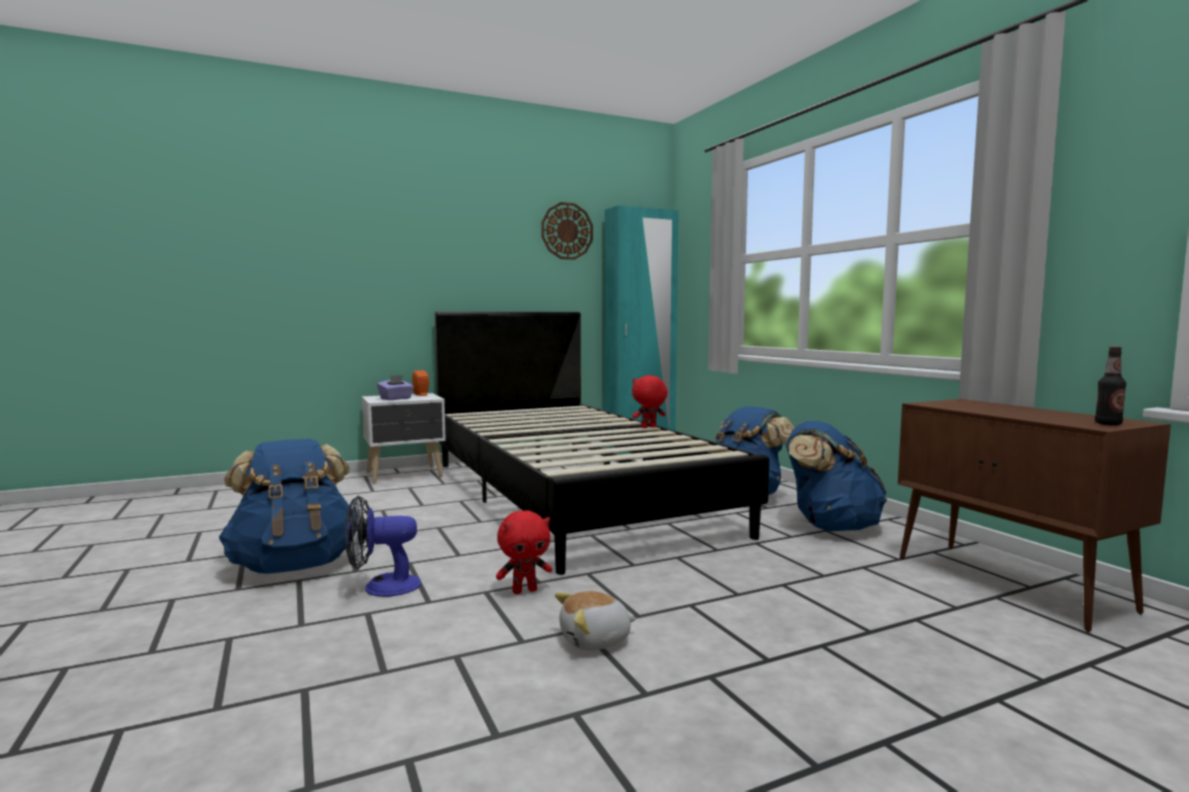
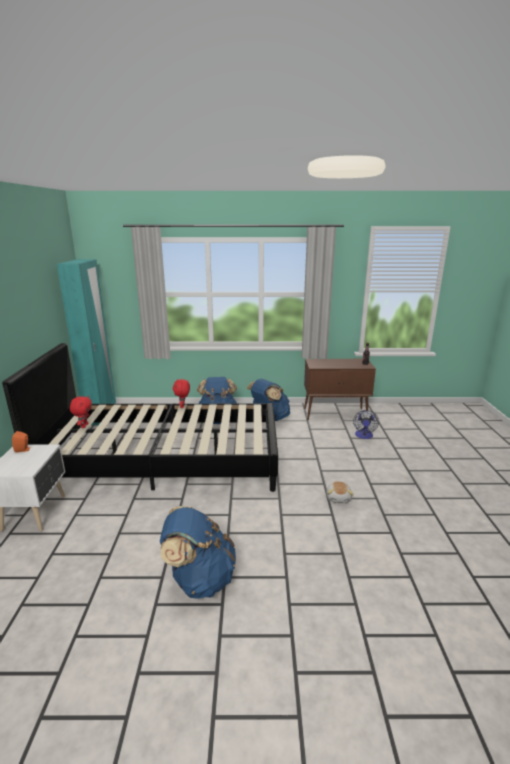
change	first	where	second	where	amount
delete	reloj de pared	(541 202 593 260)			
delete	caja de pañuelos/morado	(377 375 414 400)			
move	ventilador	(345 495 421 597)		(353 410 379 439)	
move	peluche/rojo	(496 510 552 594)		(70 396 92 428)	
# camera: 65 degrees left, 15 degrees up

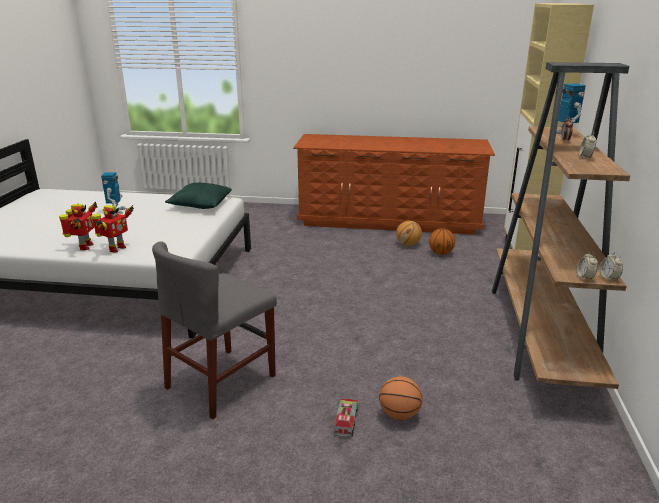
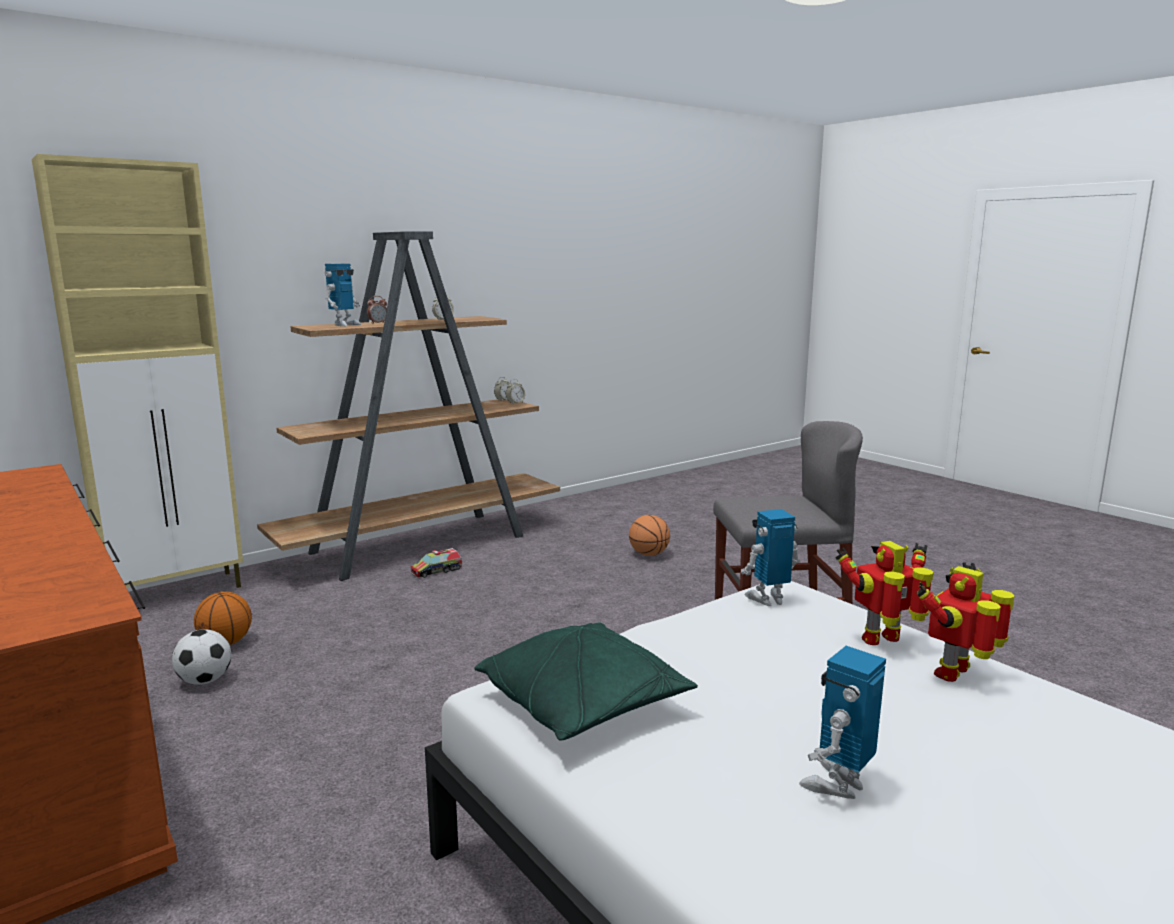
change	first	where	second	where	amount
replace	balón de baloncesto	(396 221 422 246)	balón de fútbol	(172 629 231 685)	
move	camión de juguete	(334 399 358 438)		(411 548 462 578)	
insert			robot de juguete	(741 509 800 606)	
# camera: 135 degrees left, 10 degrees down

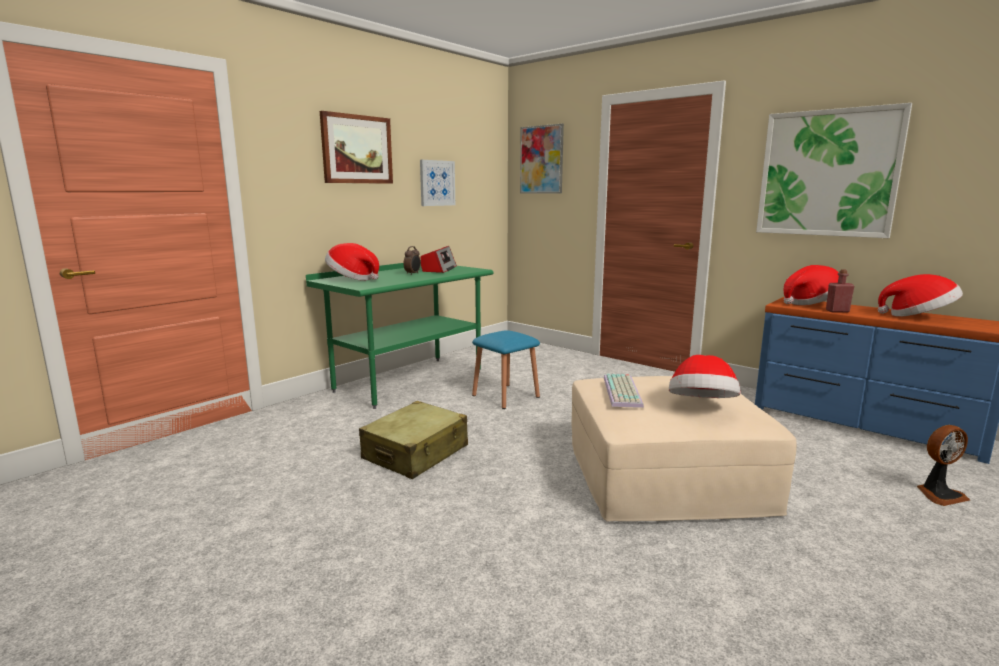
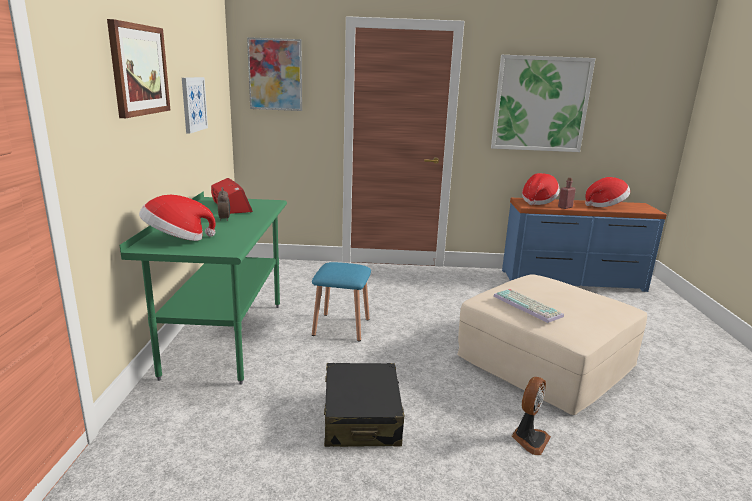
change	first	where	second	where	amount
delete	sombrero	(669 355 740 398)			
recolor	maleta/beis	(359 401 468 479)	maleta/negro	(324 363 405 447)	
move	ventilador	(917 425 970 506)		(512 377 551 455)	
# camera: 40 degrees left, 5 degrees up

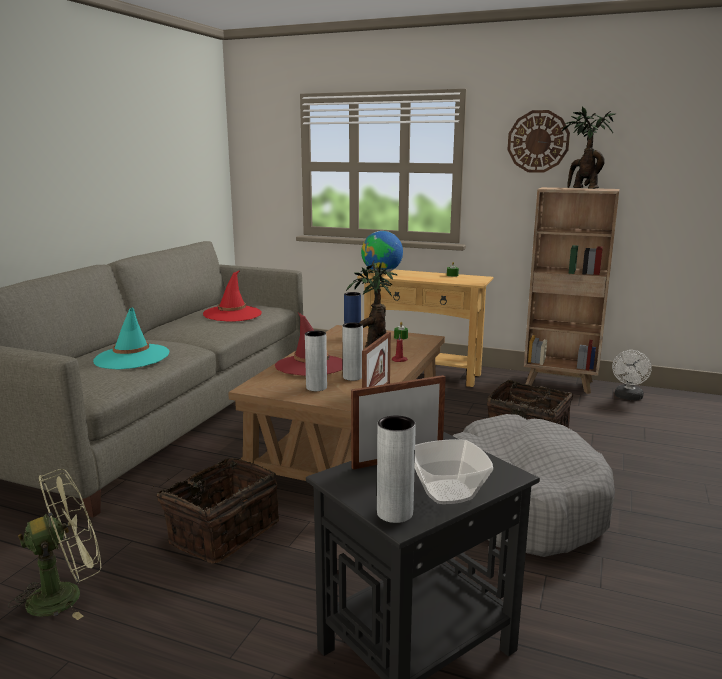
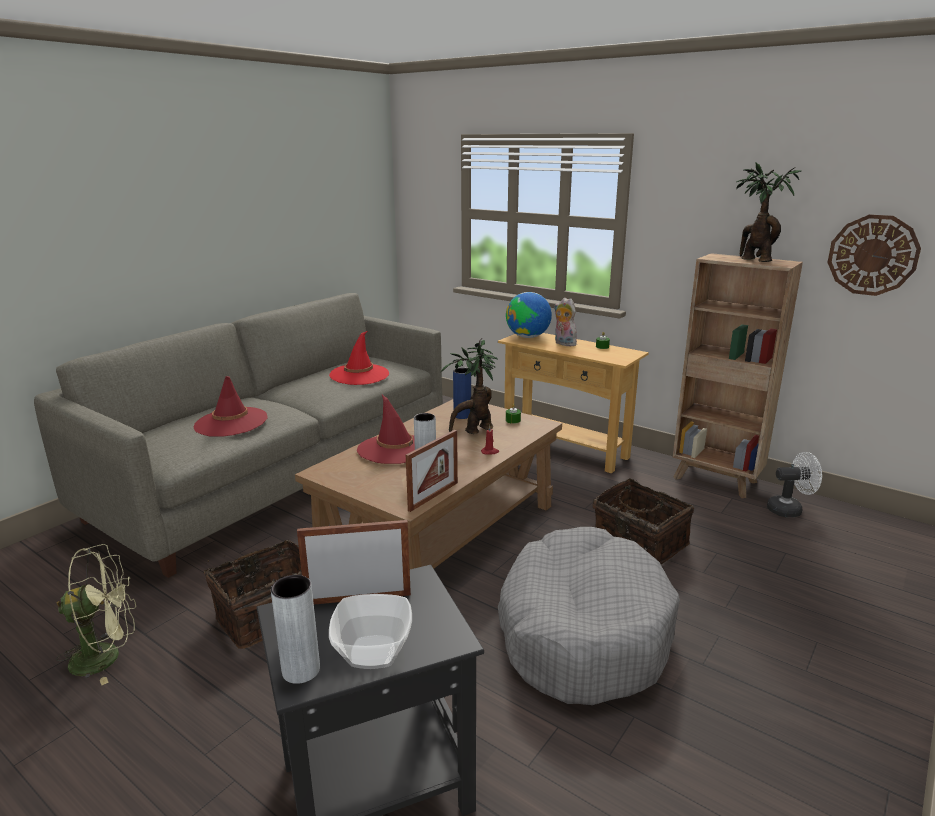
change	first	where	second	where	amount
move	reloj de pared	(507 110 570 173)		(827 215 921 296)	
recolor	sombrero/turquesa	(93 307 170 370)	sombrero/rojo	(194 376 267 437)	
delete	florero/gris	(305 331 327 391)			
rotate	ventilador/blanco	(612 350 652 401)		(767 452 822 517)	135 degrees counterclockwise
insert			peluche	(554 298 577 346)	
# camera: 15 degrees right, 5 degrees up

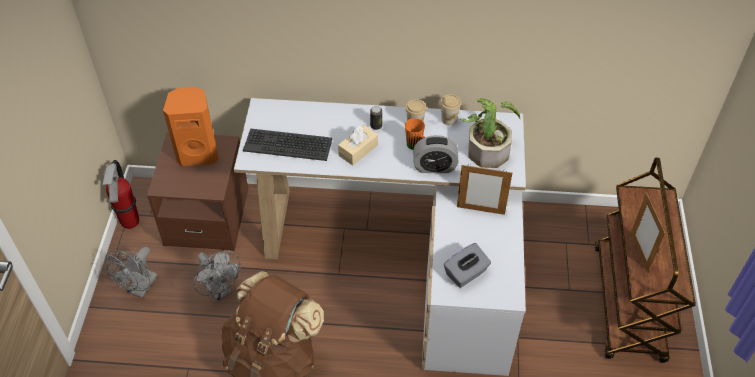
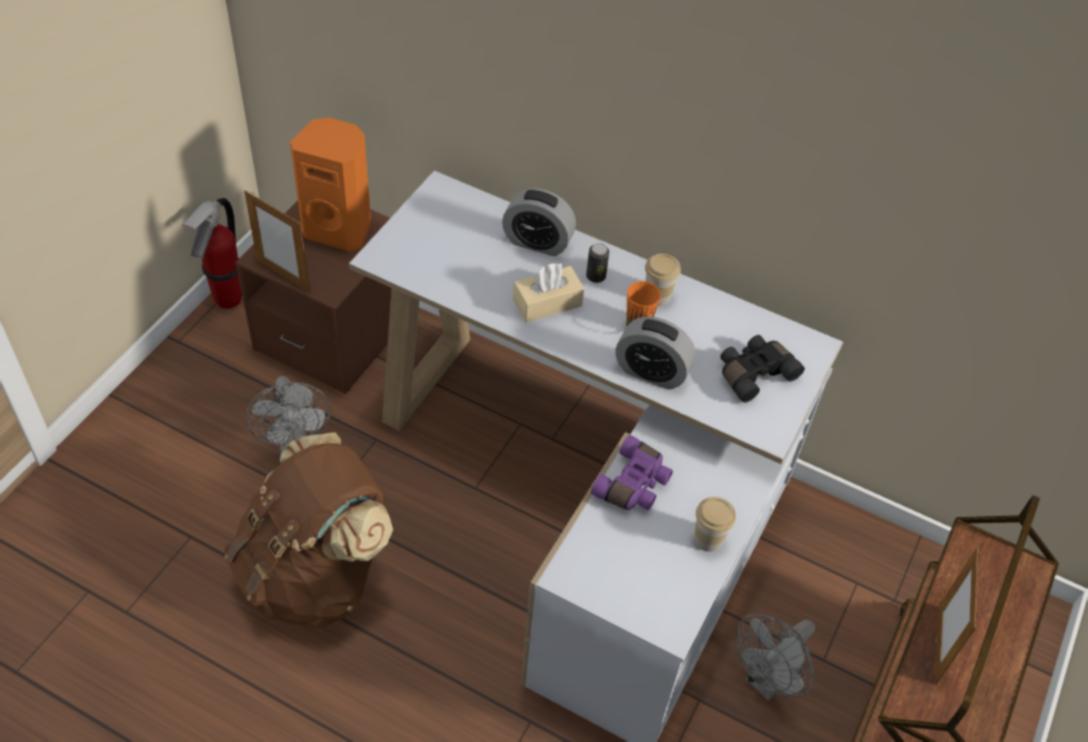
change	first	where	second	where	amount
move	taza	(440 94 461 125)		(694 497 736 552)	
replace	planta en maceta	(460 98 521 168)	prismáticos/negro	(720 335 805 403)	
delete	teclado	(243 128 333 161)			
move	portarretratos	(457 164 512 215)		(244 191 310 292)	
delete	caja de pañuelos/gris	(444 243 491 288)			
move	ventilador/gris	(105 247 158 298)		(737 613 815 701)	
insert			despertador	(502 188 576 256)	
insert			prismáticos/morado	(591 435 673 510)	
# camera: 20 degrees right, 0 degrees up

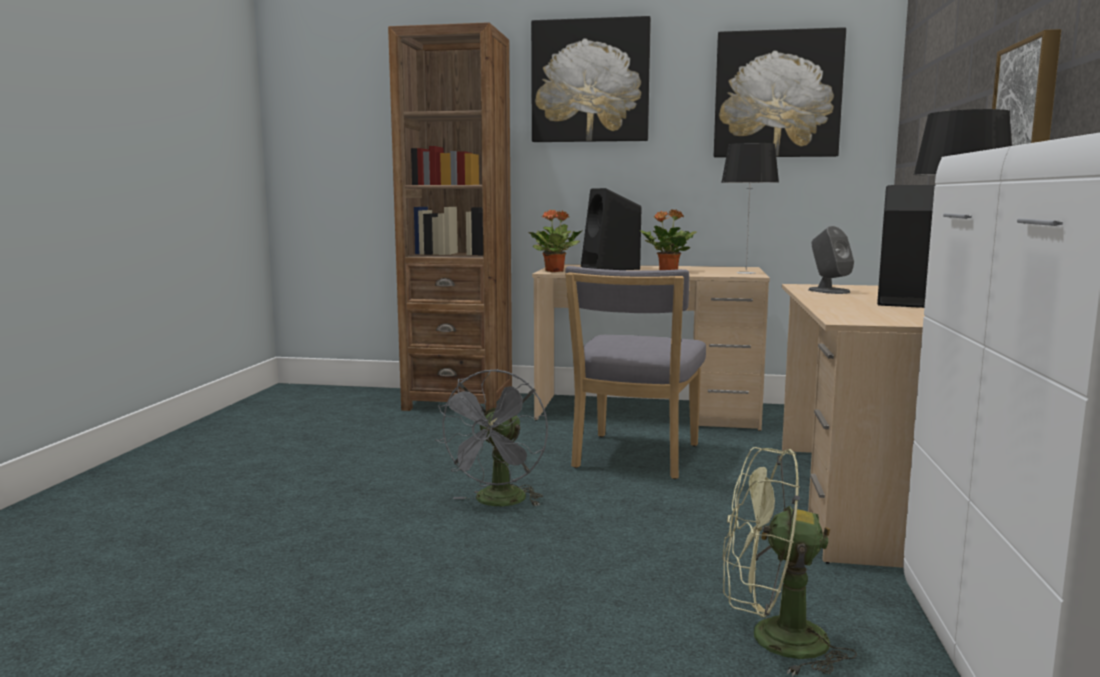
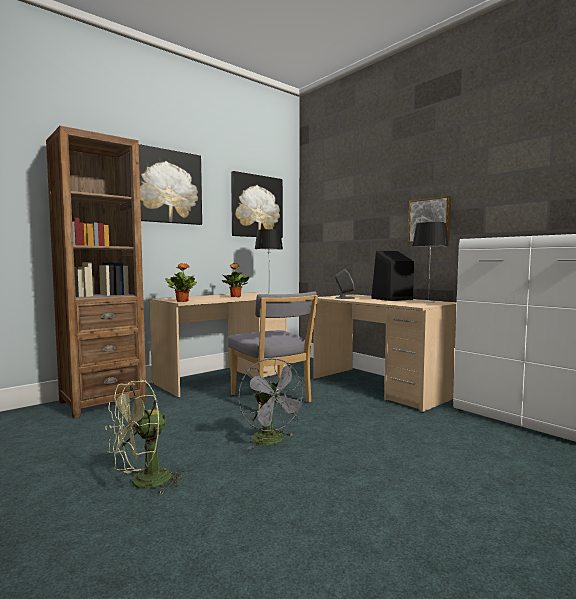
change	first	where	second	where	amount
delete	altavoz/negro	(581 188 641 270)			
move	ventilador/verde	(723 447 857 676)		(105 380 185 495)	
# camera: 50 degrees left, 5 degrees down

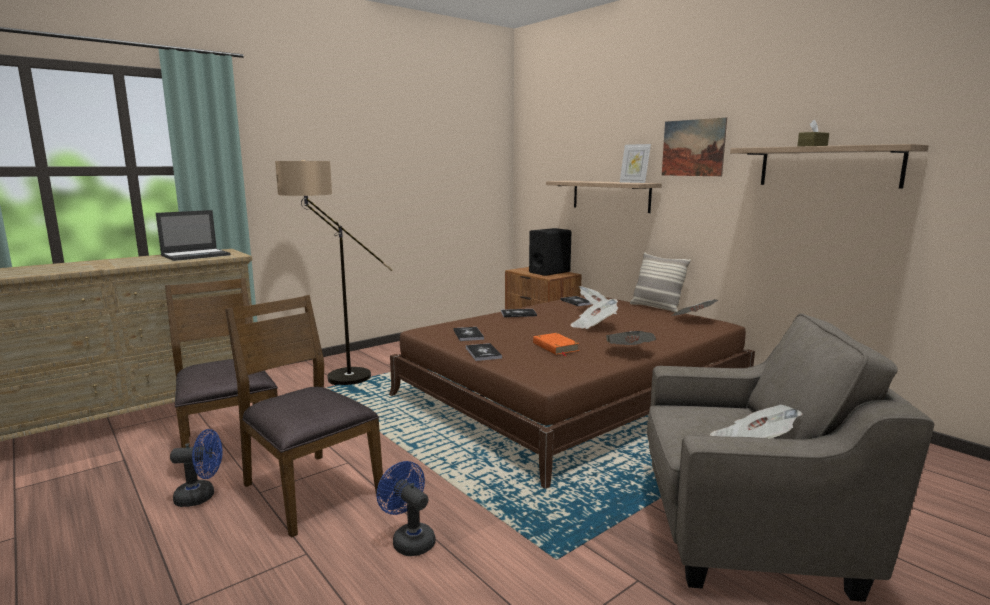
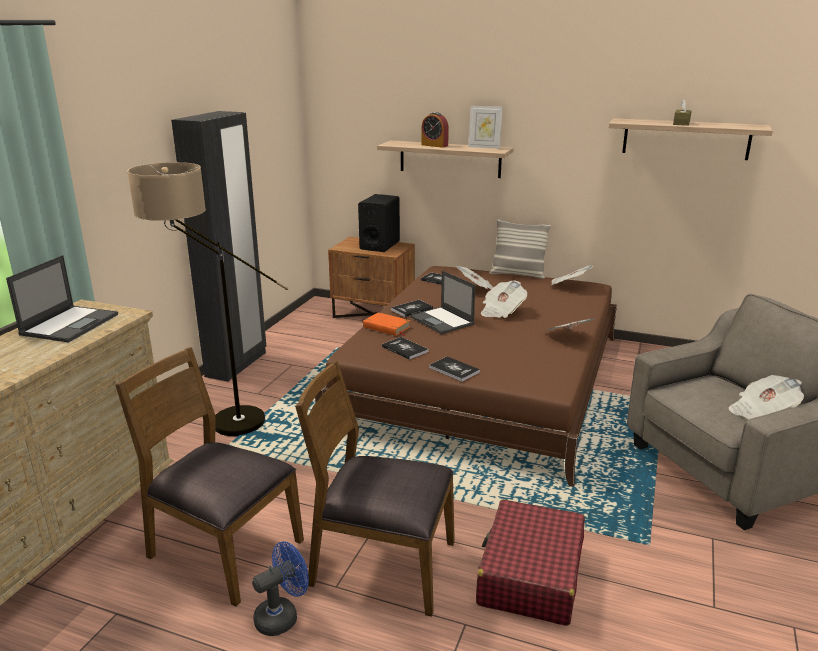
change	first	where	second	where	amount
delete	cuadro	(662 117 727 176)			
move	libro/naranja	(533 333 580 356)		(363 312 410 336)	
replace	ventilador/azul	(376 461 435 556)	maleta/rojo	(476 499 585 626)	
insert			armario ropero/negro	(171 111 266 382)	
insert			despertador	(421 112 449 148)	
insert			portátil	(410 271 475 334)	
# camera: 30 degrees left, 10 degrees up

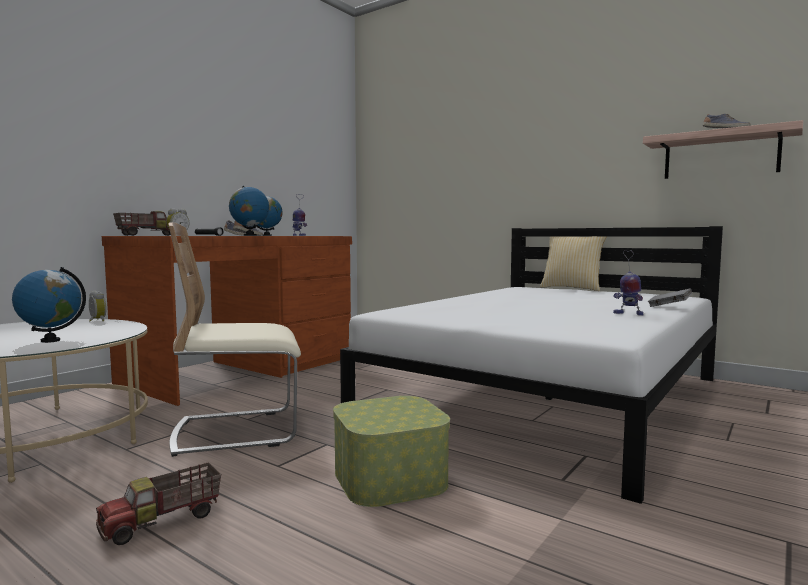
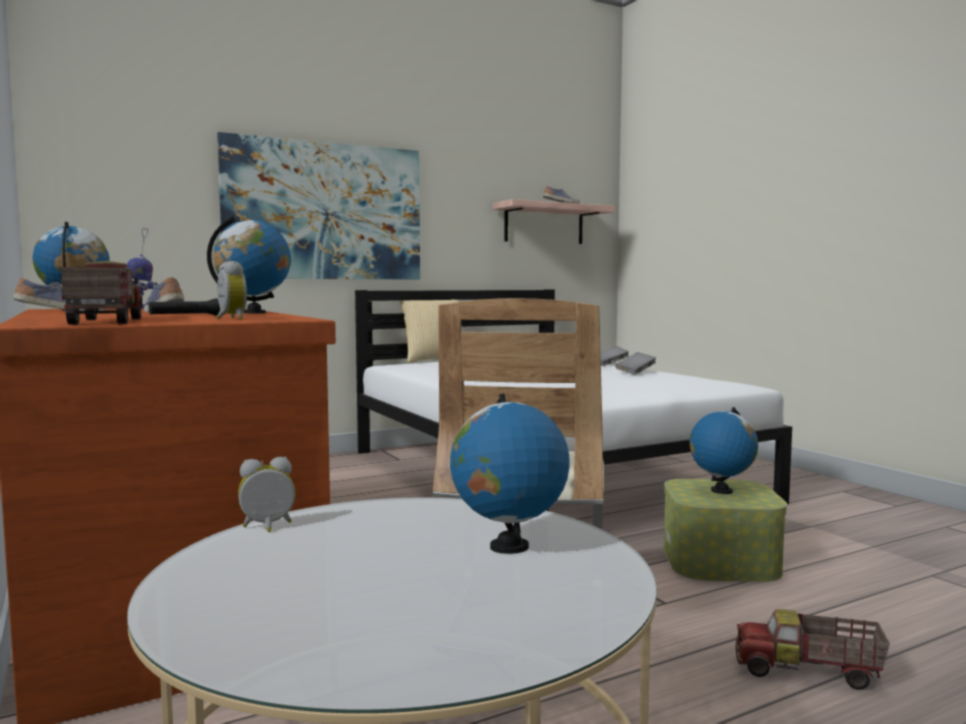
change	first	where	second	where	amount
replace	robot de juguete	(613 250 643 315)	libro/gris	(616 352 656 375)	
rotate	camión de juguete	(96 462 221 545)		(735 609 890 690)	120 degrees clockwise
insert			cuadro	(217 132 420 279)	
insert			globo terráqueo	(690 407 758 494)	
# camera: 65 degrees left, 0 degrees up

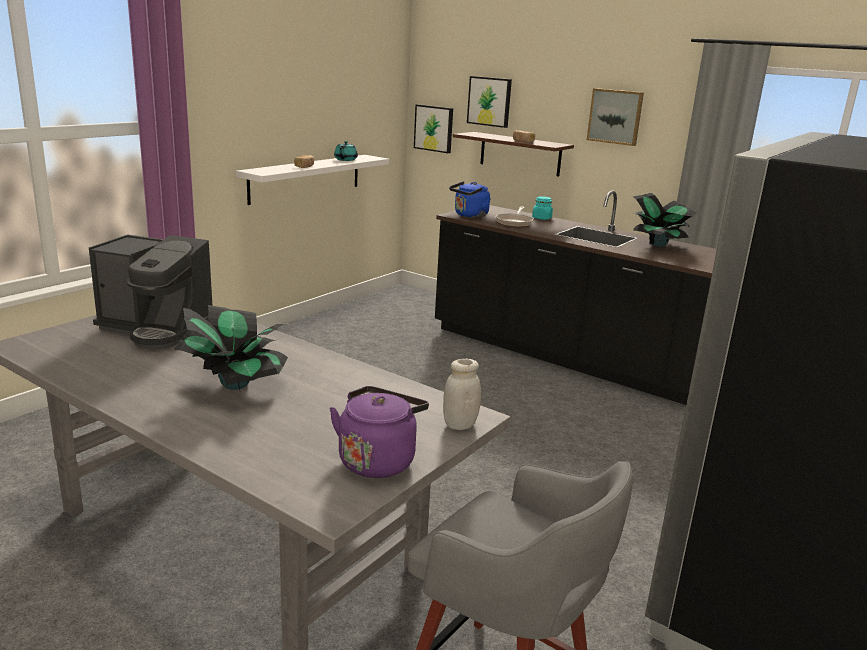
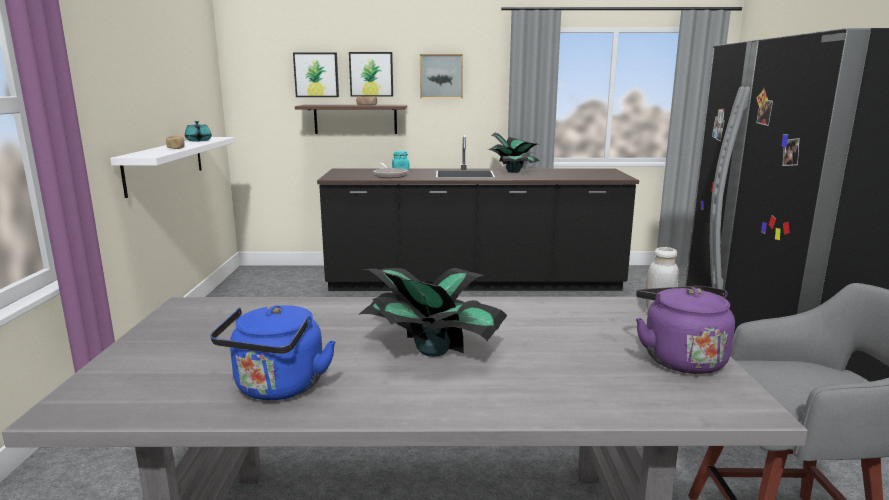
change	first	where	second	where	amount
move	cuadro	(414 104 453 153)		(349 52 393 97)	
move	hervidor/azul	(449 182 490 218)		(210 305 336 400)	
delete	cafetera	(89 234 212 350)			
# camera: 35 degrees left, 5 degrees down

